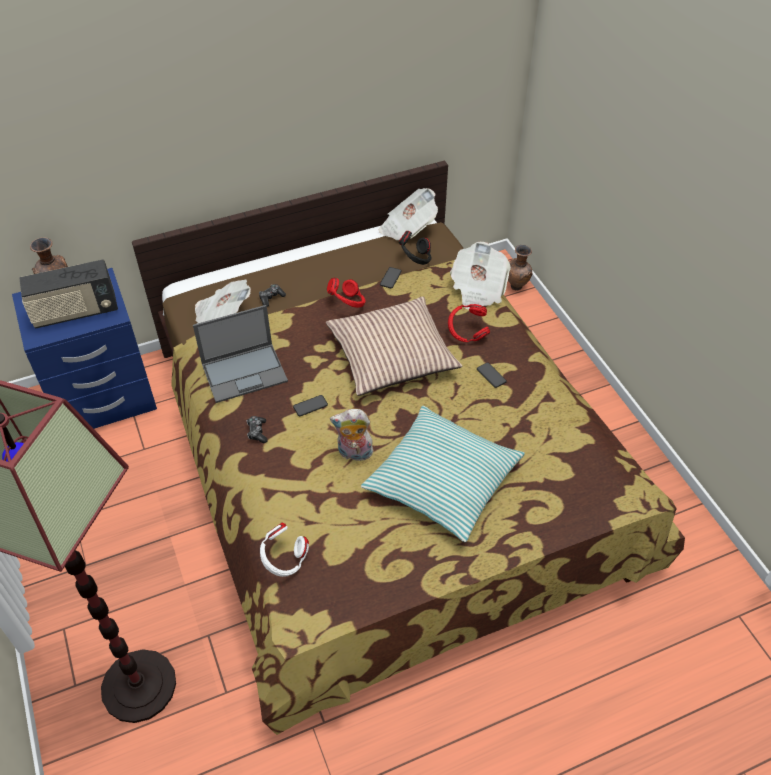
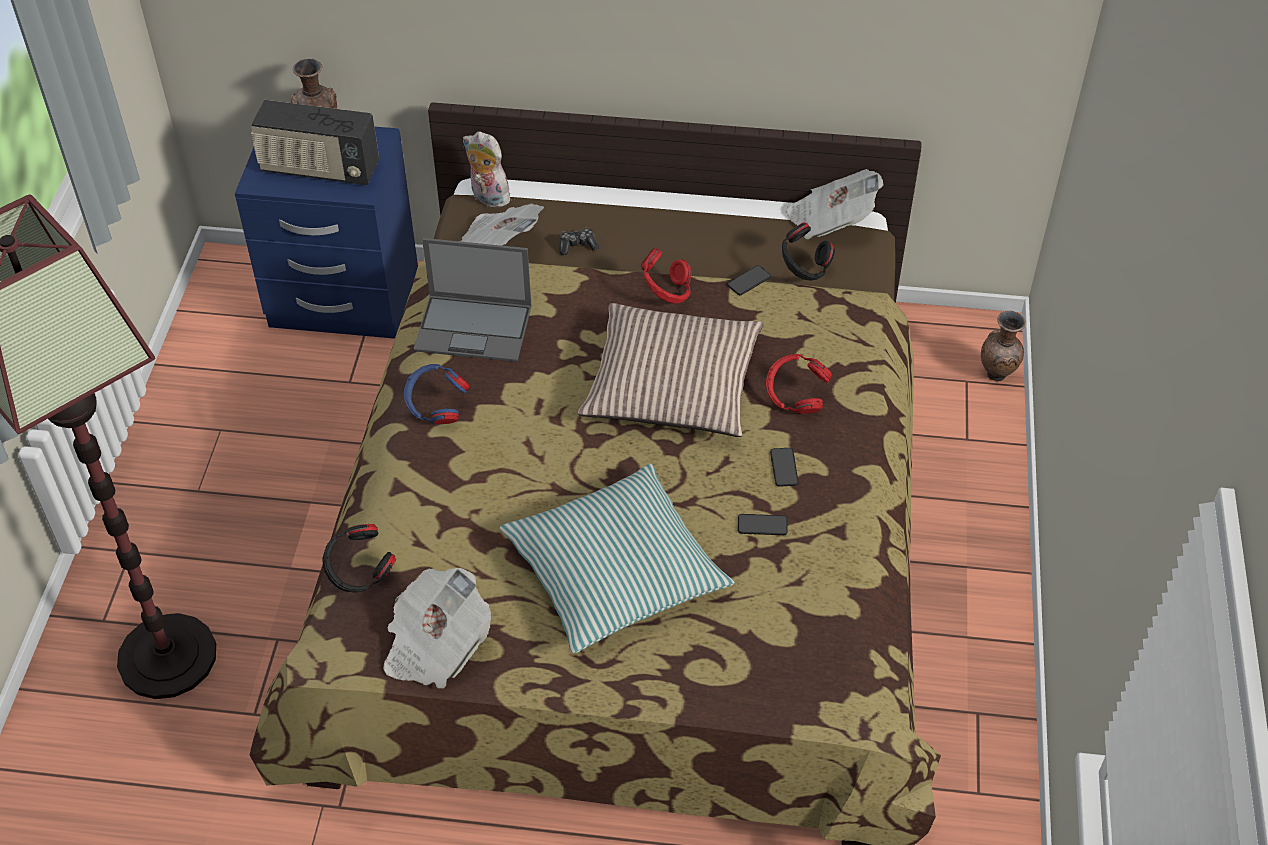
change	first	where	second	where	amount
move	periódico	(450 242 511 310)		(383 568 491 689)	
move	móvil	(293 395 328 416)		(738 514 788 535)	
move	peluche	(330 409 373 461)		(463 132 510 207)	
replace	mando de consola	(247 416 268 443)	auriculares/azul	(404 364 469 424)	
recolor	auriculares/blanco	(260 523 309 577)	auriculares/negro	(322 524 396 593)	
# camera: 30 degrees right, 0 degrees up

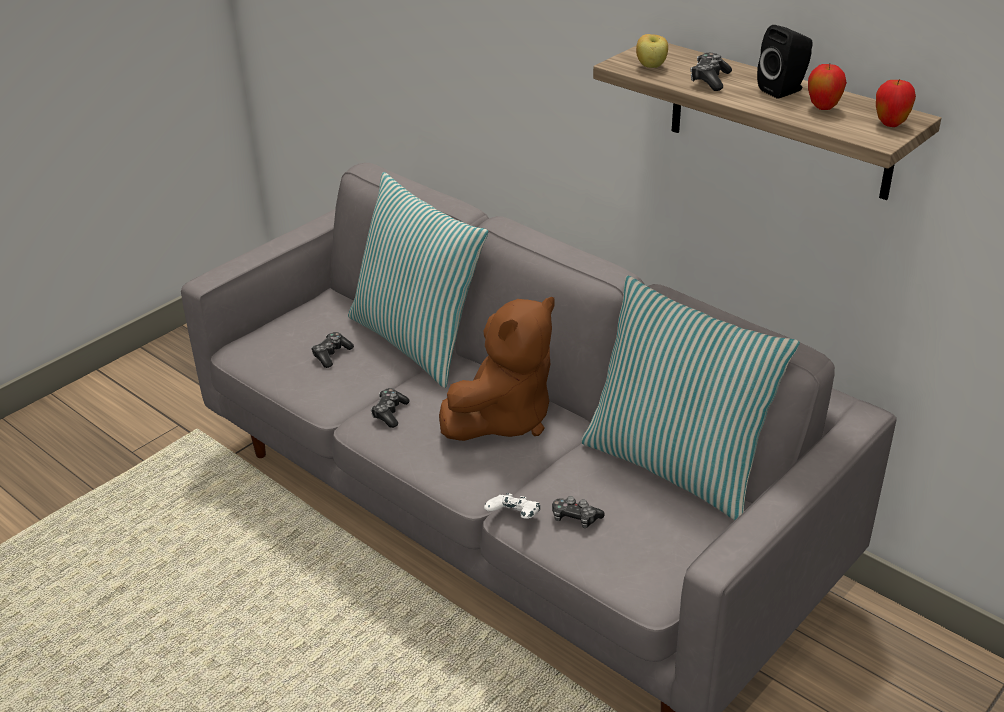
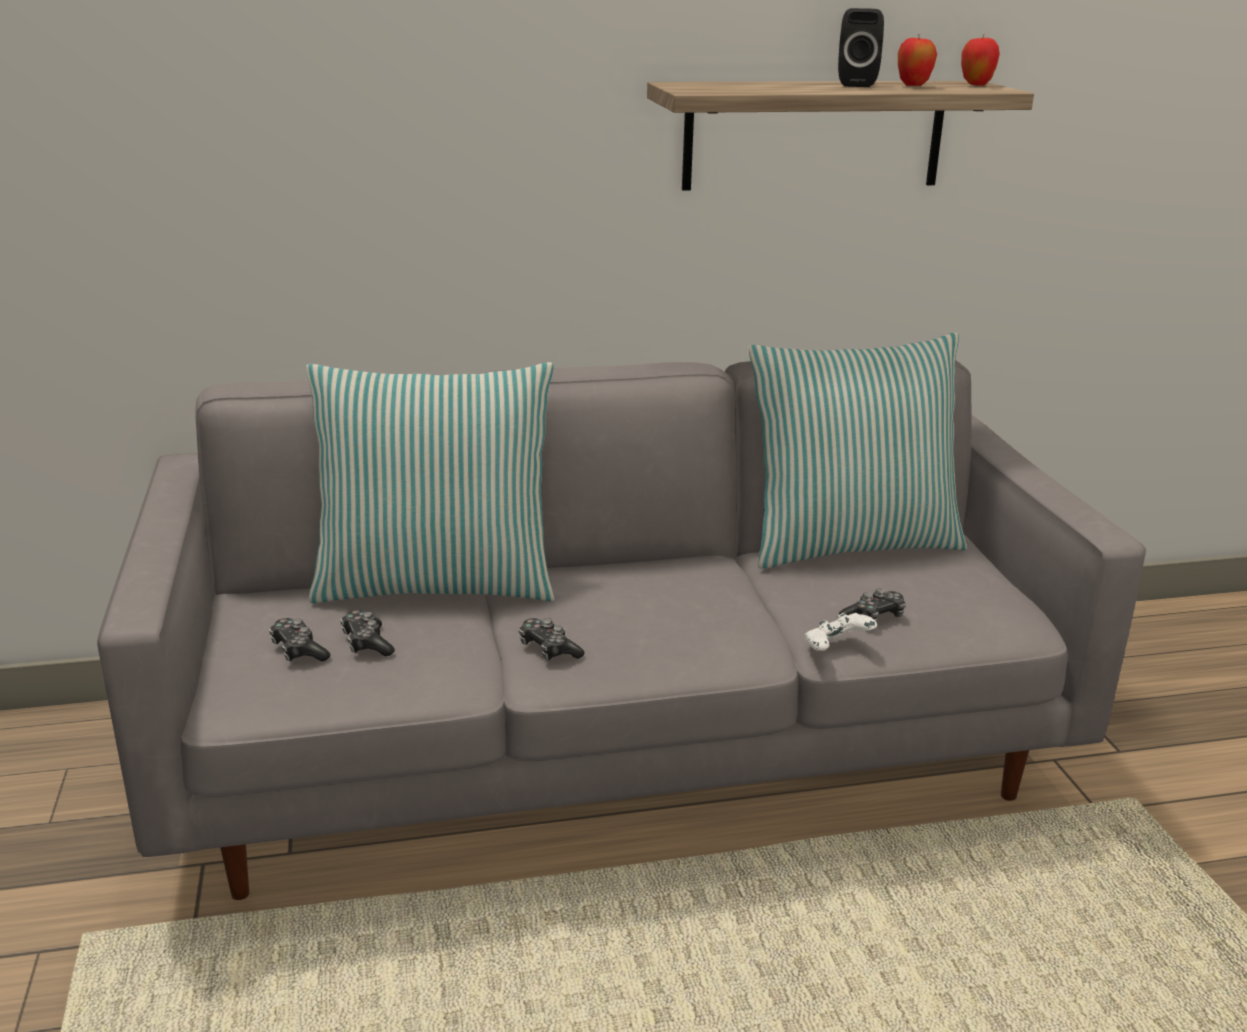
change	first	where	second	where	amount
delete	manzana	(636 34 668 68)			
move	mando de consola	(690 53 732 91)		(269 618 331 662)	
delete	peluche/marrón	(439 297 555 441)			
# camera: 55 degrees left, 10 degrees down

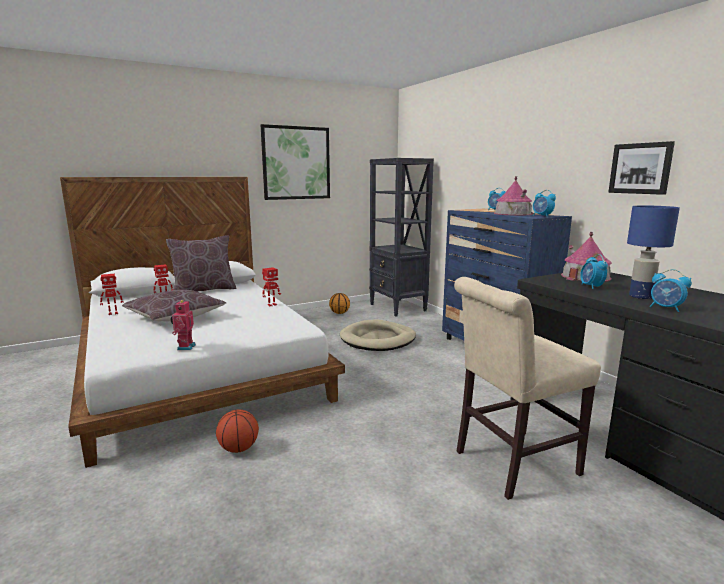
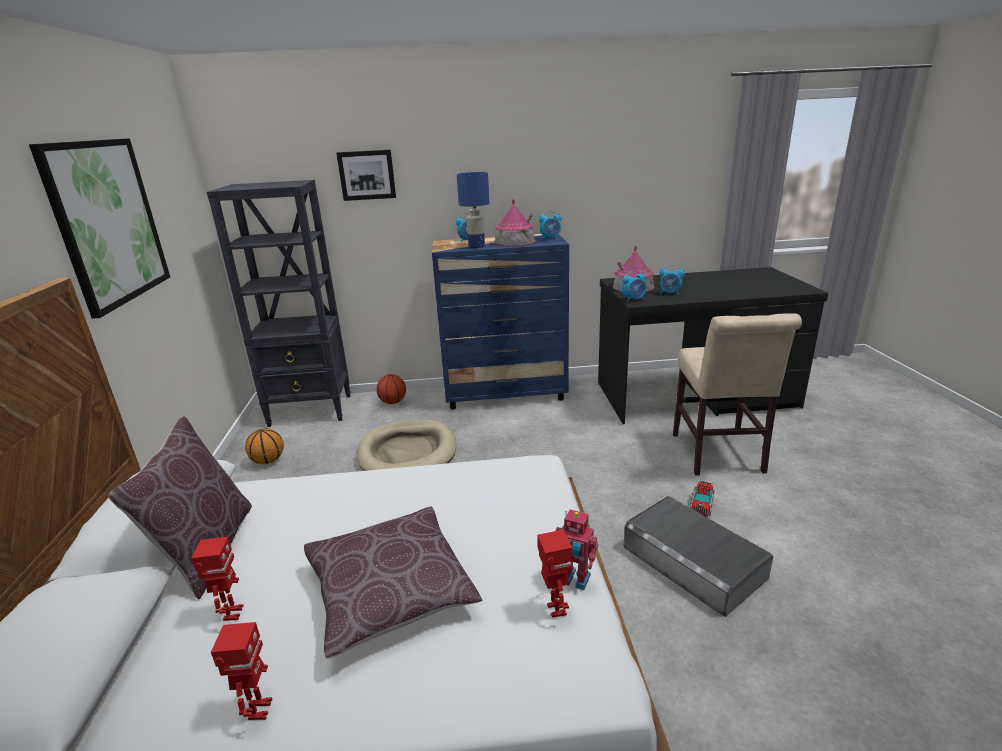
change	first	where	second	where	amount
move	cuadro	(608 141 675 195)		(336 150 396 201)	
move	lámpara de mesa/azul	(627 205 680 299)		(457 172 489 248)	
move	robot de juguete	(262 267 281 306)		(537 530 573 618)	
move	despertador	(649 269 692 312)		(622 270 646 302)	
move	balón de baloncesto	(216 409 259 453)		(376 374 406 404)	
insert			camión de juguete	(690 481 715 517)	
insert			caja de almacenaje/gris	(624 496 773 617)	
# camera: 65 degrees left, 10 degrees up

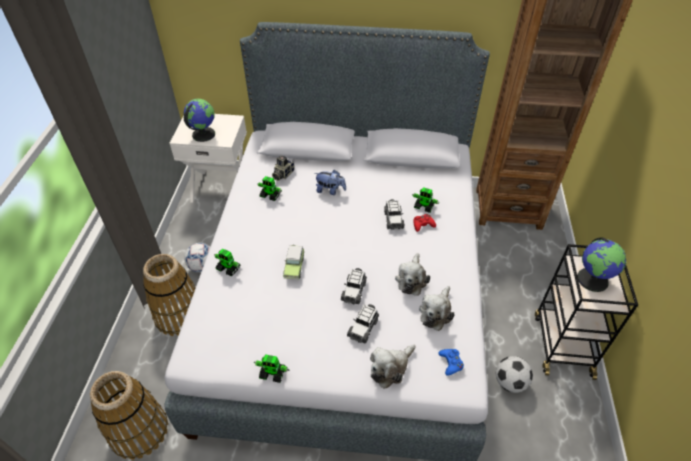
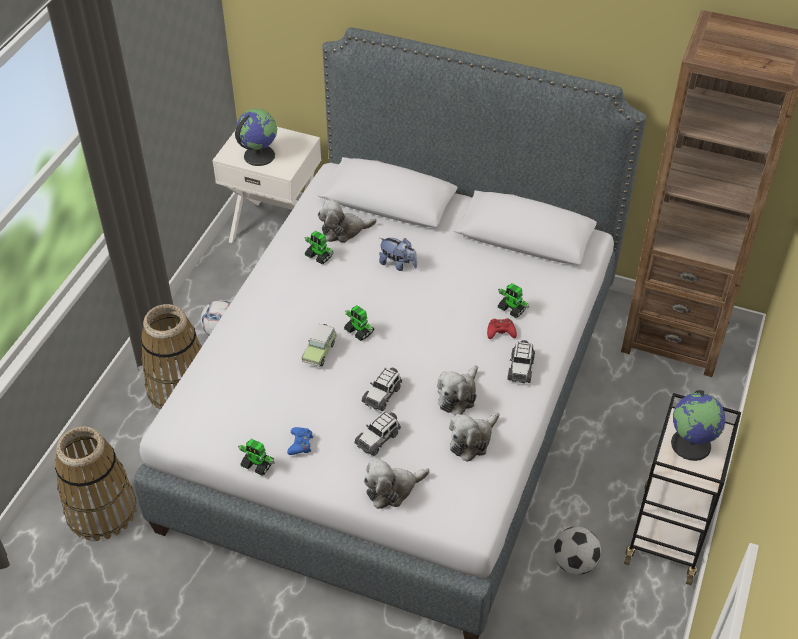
change	first	where	second	where	amount
replace	cámara	(272 155 295 181)	peluche	(318 199 377 243)	
move	coche de juguete	(384 199 404 230)		(507 340 535 383)	
move	robot de juguete	(214 248 240 276)		(344 305 374 341)	
move	mando de consola/azul	(438 349 464 376)		(287 427 313 455)	
# camera: 15 degrees right, 0 degrees up

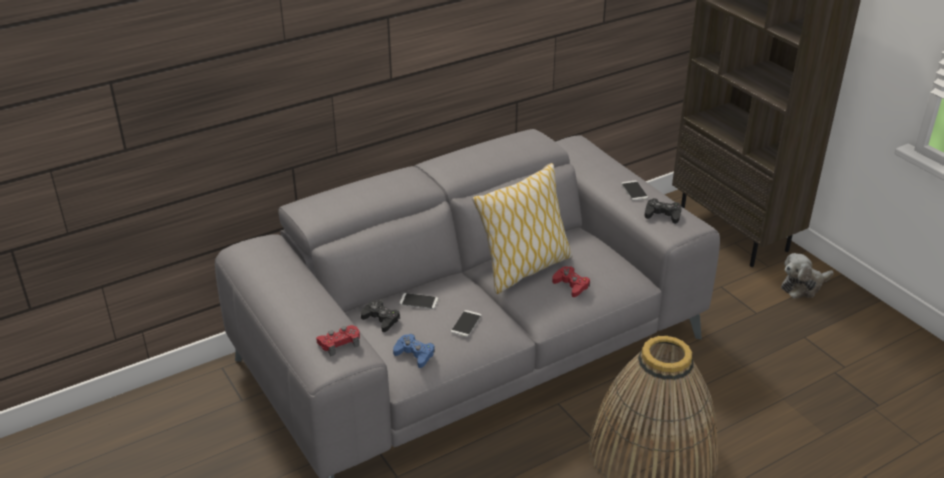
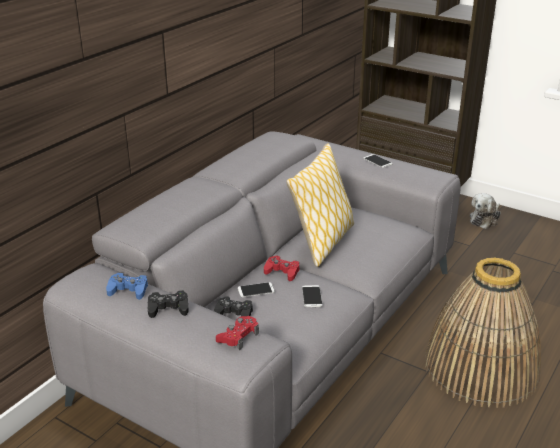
change	first	where	second	where	amount
move	mando de consola/negro	(645 198 682 224)		(148 290 189 318)	
move	mando de consola/rojo	(552 266 590 297)		(264 255 299 281)	
move	mando de consola/azul	(393 334 435 368)		(106 273 148 300)	
# camera: 25 degrees left, 5 degrees down

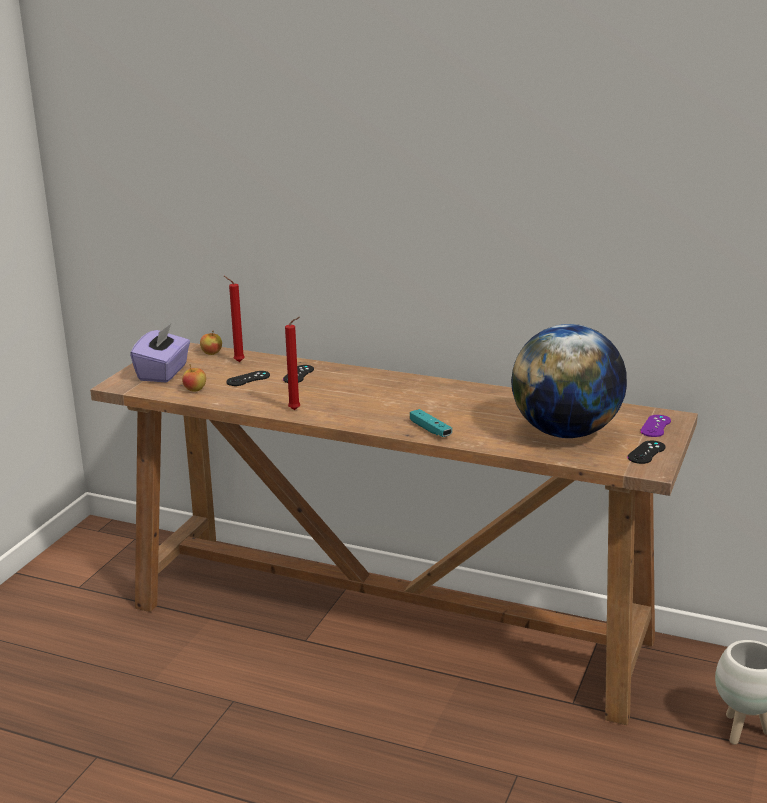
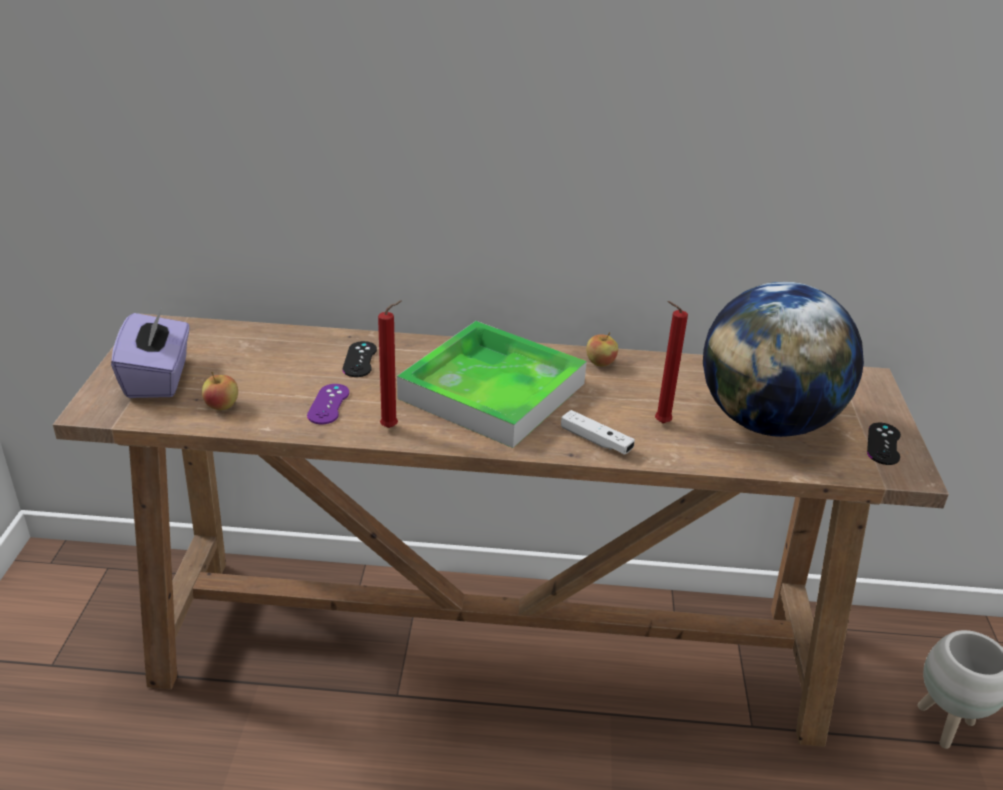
change	first	where	second	where	amount
move	vela/rojo	(224 276 245 362)		(655 301 688 423)	
move	manzana	(200 330 222 355)		(586 332 618 366)	
delete	mando de consola/negro	(226 371 270 386)			
recolor	mando de consola/turquesa	(410 409 452 437)	mando de consola/blanco	(561 410 635 454)	
move	mando de consola/morado	(640 415 671 437)		(307 384 349 425)	
insert			bandeja	(397 321 587 448)	
# camera: 20 degrees left, 10 degrees up

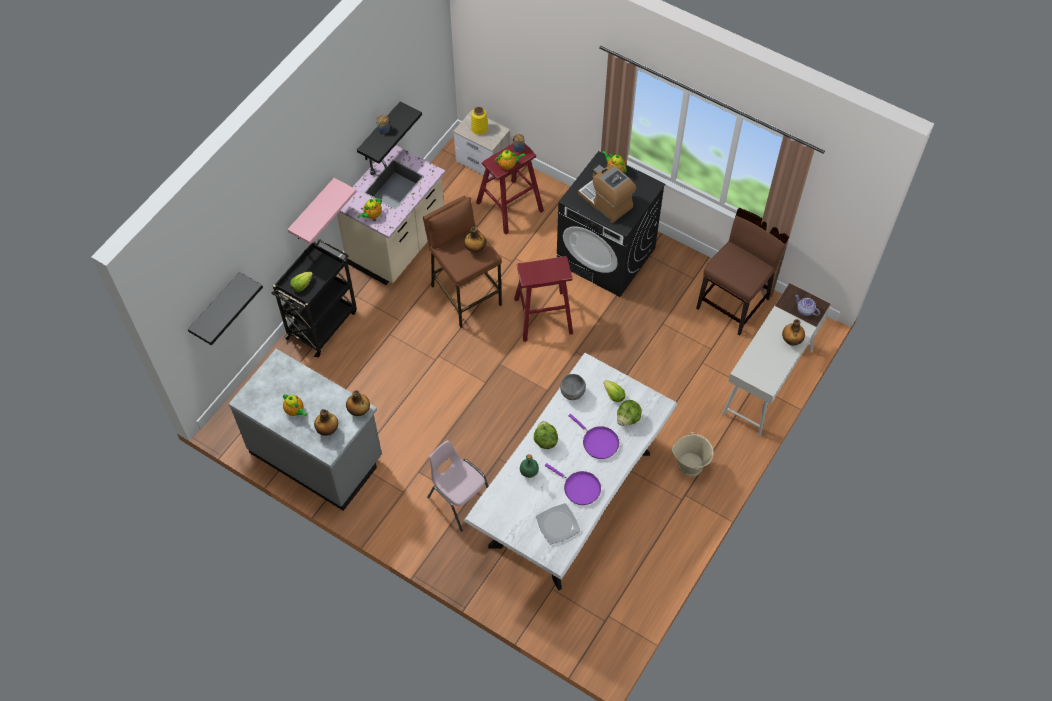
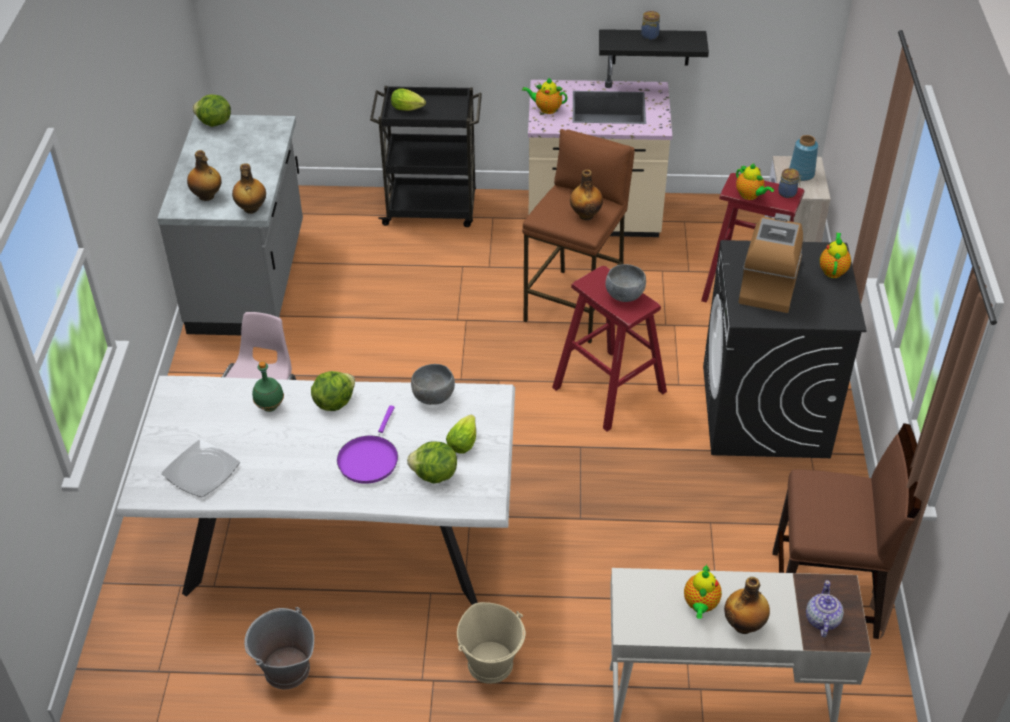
change	first	where	second	where	amount
recolor	florero/amarillo	(471 107 488 135)	florero/azul	(789 135 818 181)	
delete	estante/rosa	(287 178 356 244)			
delete	estante/negro	(188 272 263 345)			
move	tetera	(283 394 307 416)		(684 564 722 619)	
delete	sartén/morado	(545 463 601 505)			
insert			lechuga	(192 95 231 127)	
insert			cuenco/gris	(606 264 646 302)	
insert			cubo/gris	(244 607 314 689)	
# camera: 60 degrees right, 15 degrees down

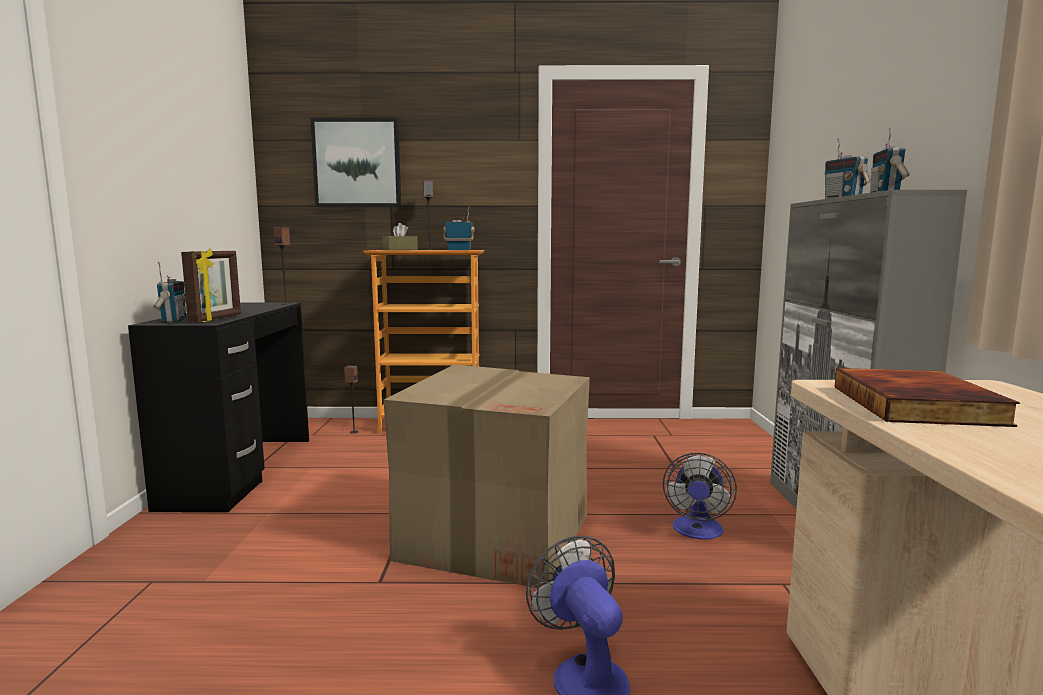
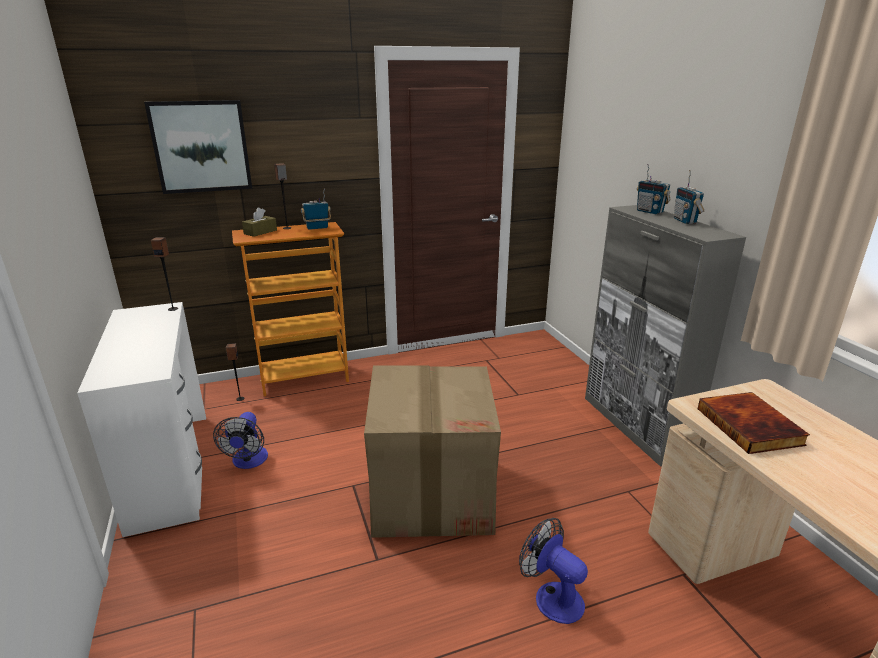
change	first	where	second	where	amount
delete	portarretratos	(181 248 241 322)			
delete	radio	(153 261 187 323)			
recolor	escritorio/negro	(128 302 309 512)	escritorio/blanco	(77 302 206 537)	
move	ventilador	(663 453 737 540)		(213 412 268 469)	
# camera: 20 degrees left, 15 degrees up

